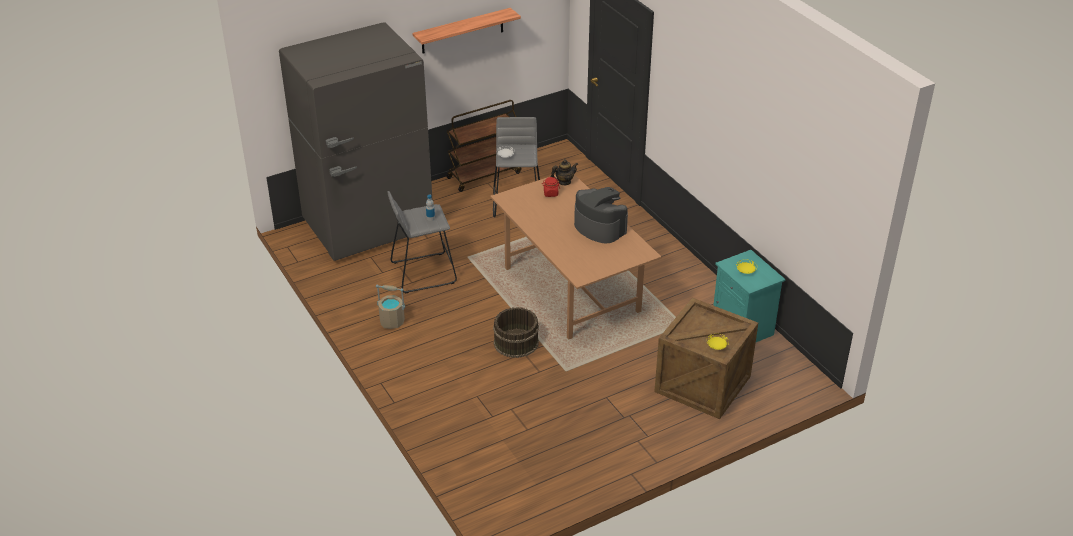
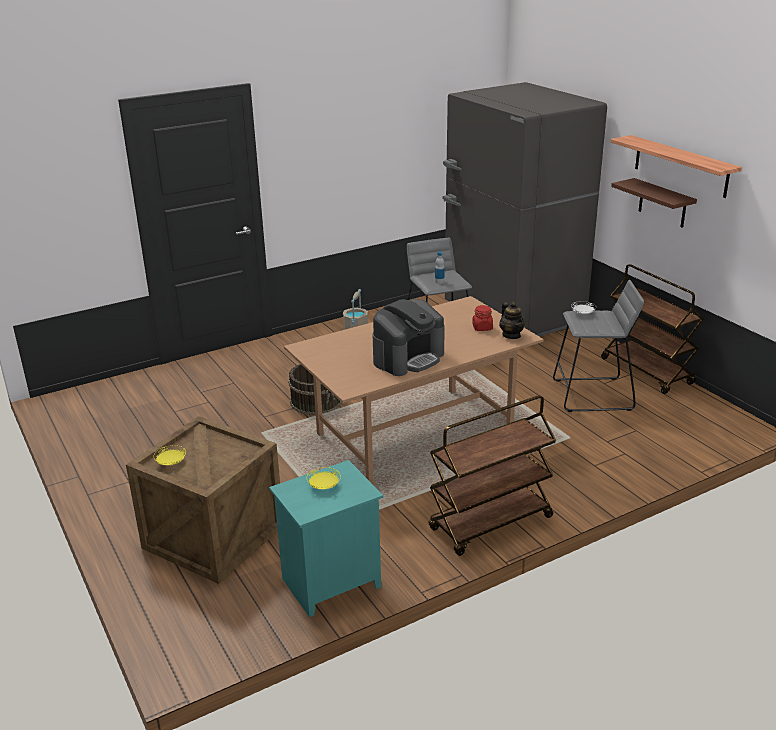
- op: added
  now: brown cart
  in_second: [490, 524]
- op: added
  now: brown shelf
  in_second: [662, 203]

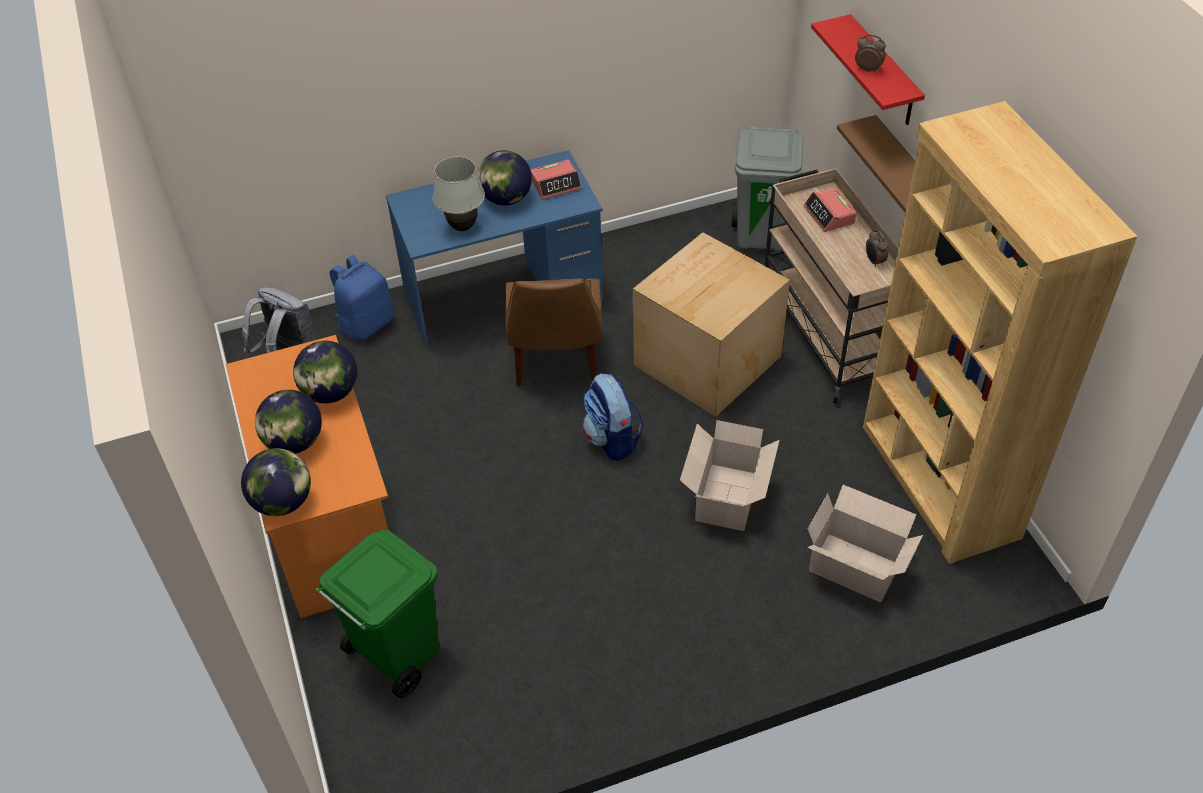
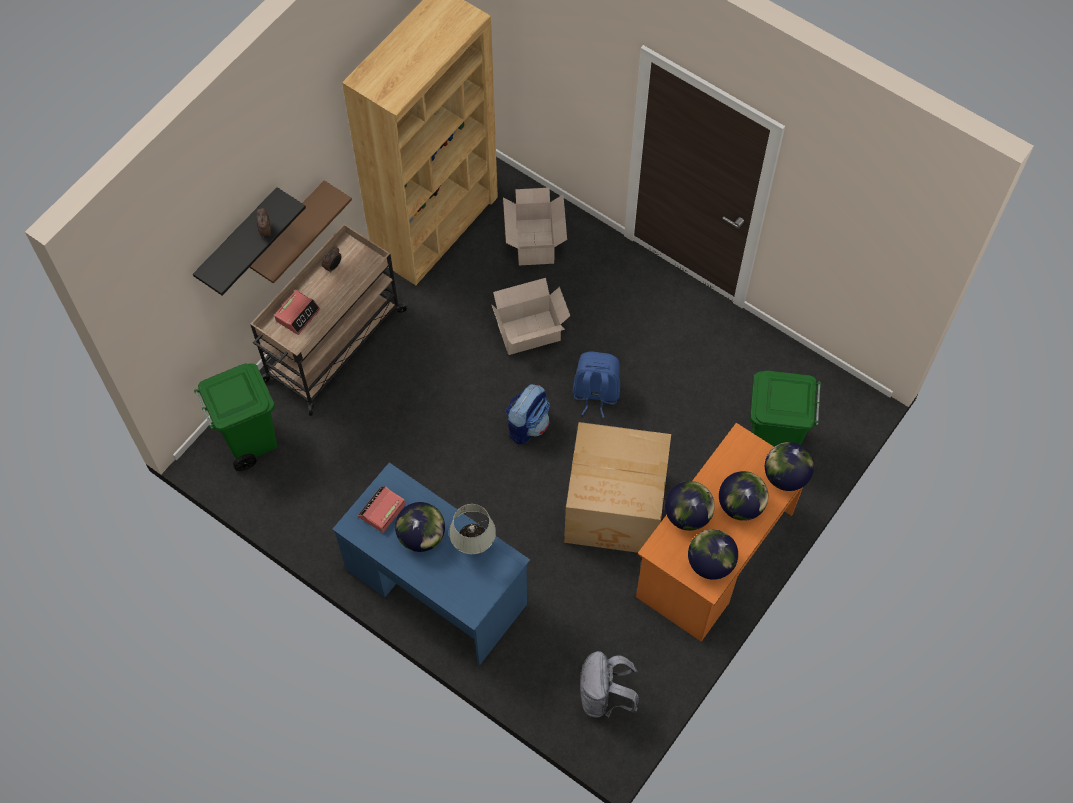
- op: removed
  was: brown chair
  in_first: [556, 362]
- op: added
  now: globe
  in_second: [710, 562]
- op: moved
  was: blue backpack
  in_first: [366, 324]
  in_second: [595, 394]
- op: moved
  was: cardboard box
  in_first: [704, 360]
  in_second: [616, 508]
- op: recoloured
  was: grey trash can
  now: green trash can
  in_first: [762, 235]
  in_second: [249, 439]
- op: recoloured
  was: red shelf
  now: black shelf
  in_first: [883, 73]
  in_second: [238, 240]
- op: turned
  was: alarm clock
  in_first: [556, 184]
  in_second: [381, 511]
  clockwise: -90

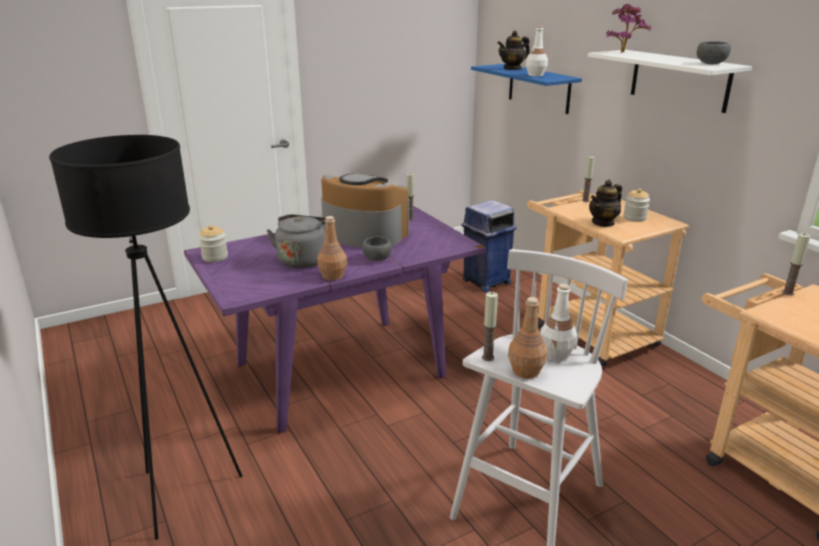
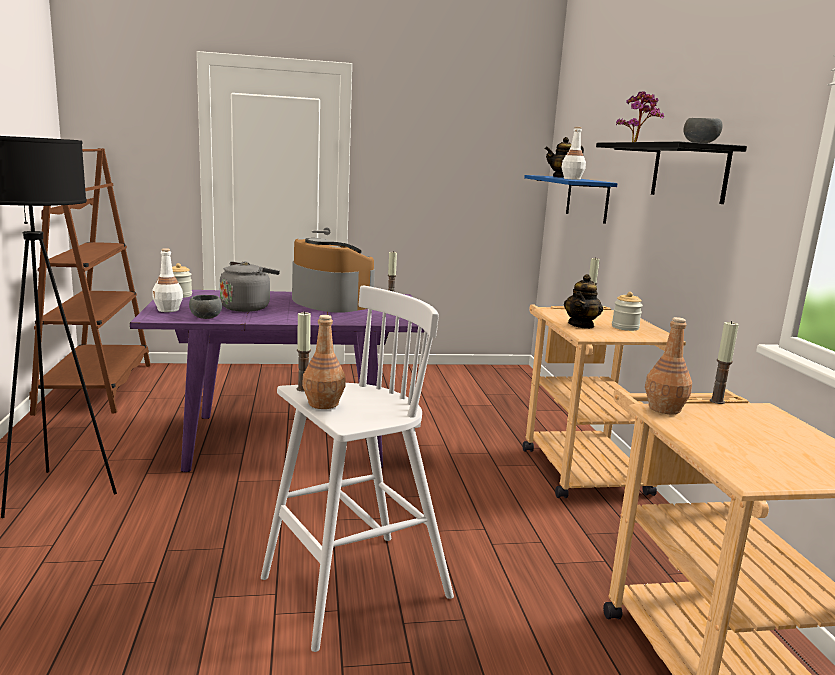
- op: removed
  was: blue trash can
  in_first: [485, 282]
- op: added
  now: brown bookcase
  in_second: [97, 388]
- op: moved
  was: brown bottle
  in_first: [333, 276]
  in_second: [664, 409]
- op: moved
  was: grey bowl
  in_first: [376, 259]
  in_second: [205, 317]
- op: moved
  was: white bottle
  in_first: [556, 354]
  in_second: [168, 310]
- op: recoloured
  was: white shelf
  now: black shelf
  in_first: [679, 80]
  in_second: [688, 172]
- op: turned
  was: teapot
  in_first: [603, 223]
  in_second: [581, 325]
  clockwise: -45

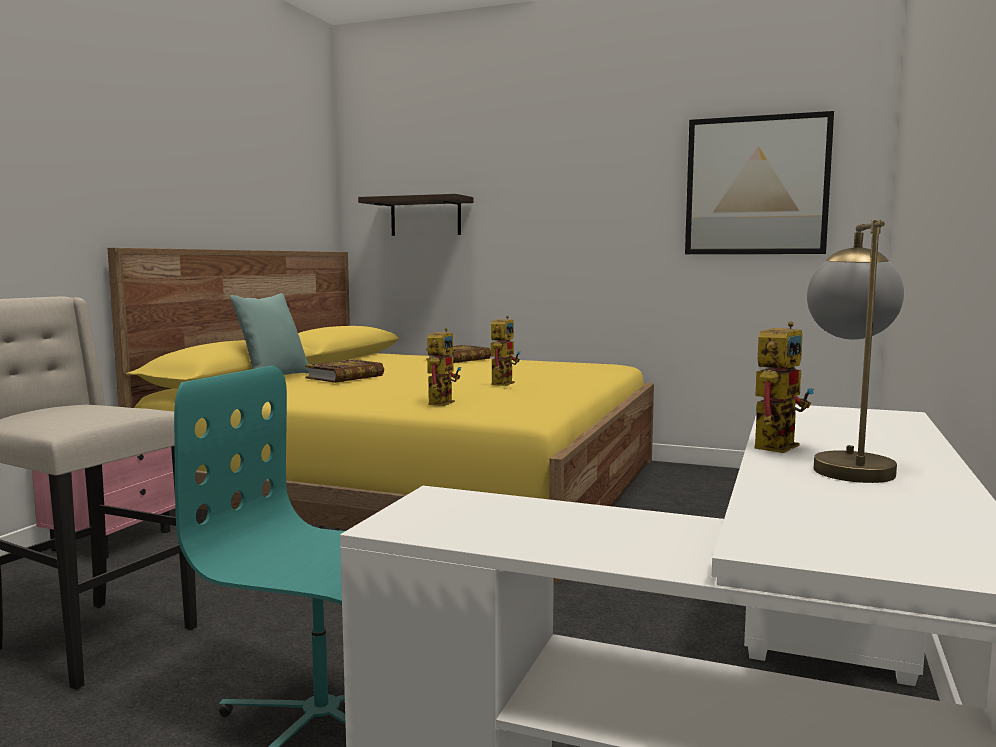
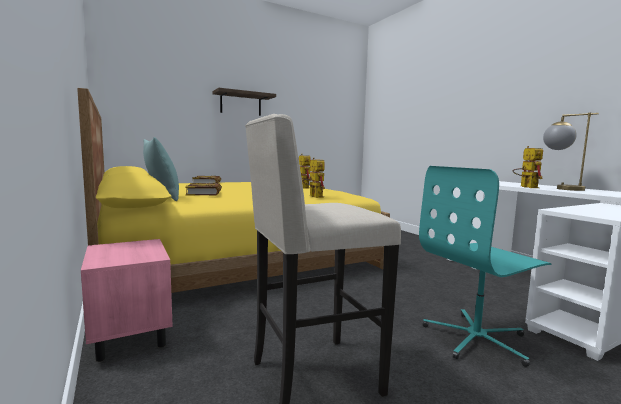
- op: removed
  was: picture
  in_first: [756, 186]
- op: moved
  was: shelf
  in_first: [425, 216]
  in_second: [241, 104]

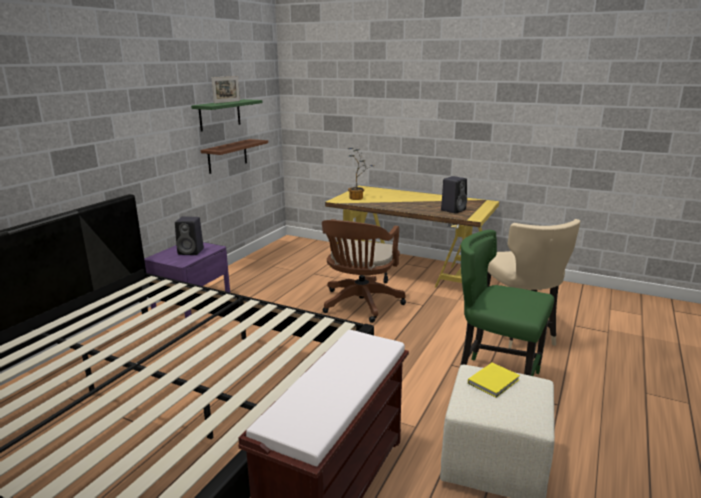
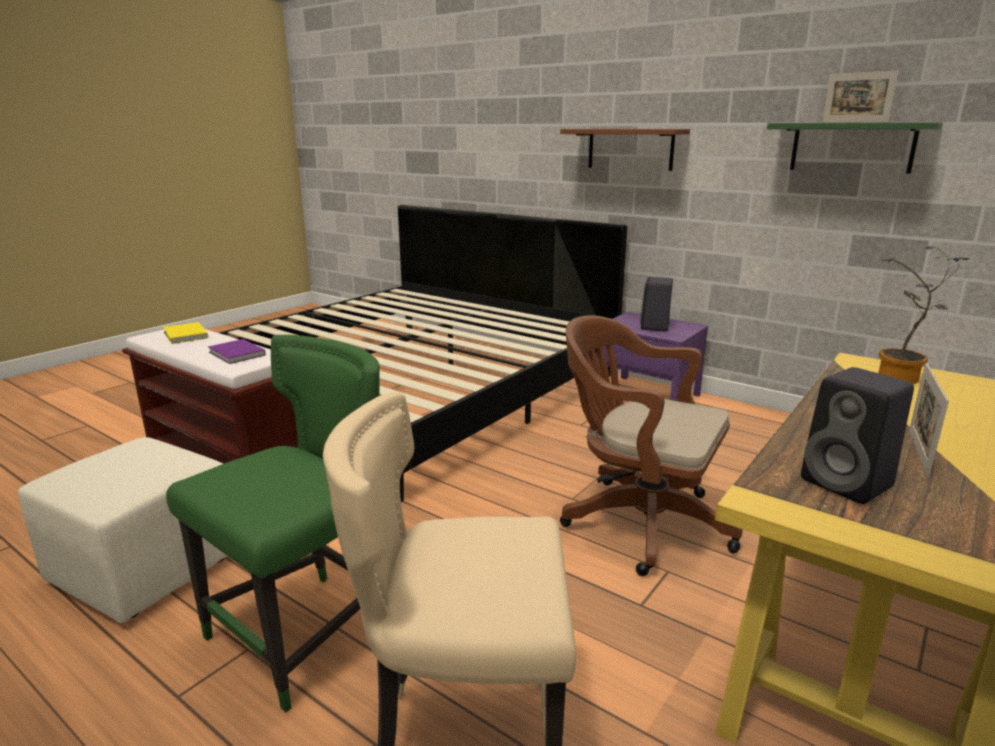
- op: added
  now: purple book
  in_second: [236, 354]
- op: added
  now: picture frame
  in_second: [918, 452]
- op: moved
  was: brown shelf
  in_first: [227, 156]
  in_second: [630, 149]
- op: moved
  was: yellow book
  in_first: [494, 381]
  in_second: [185, 335]

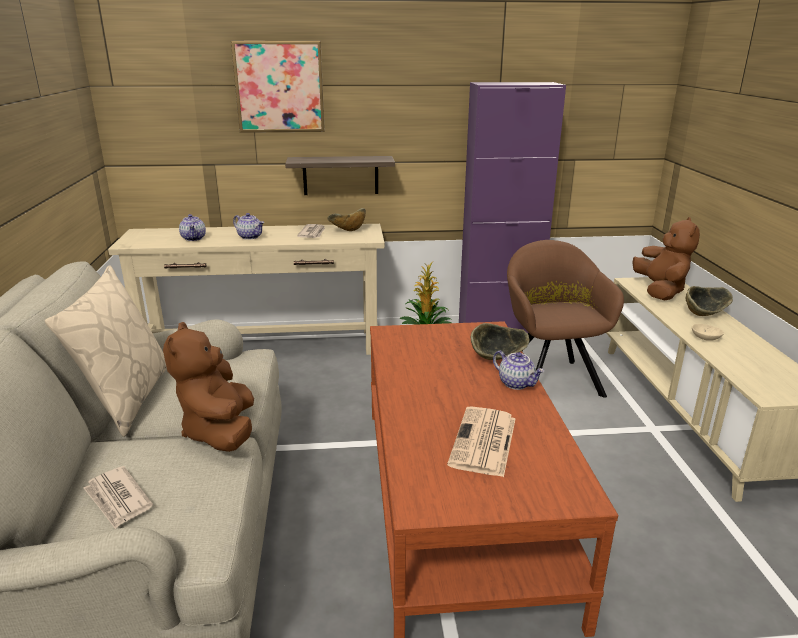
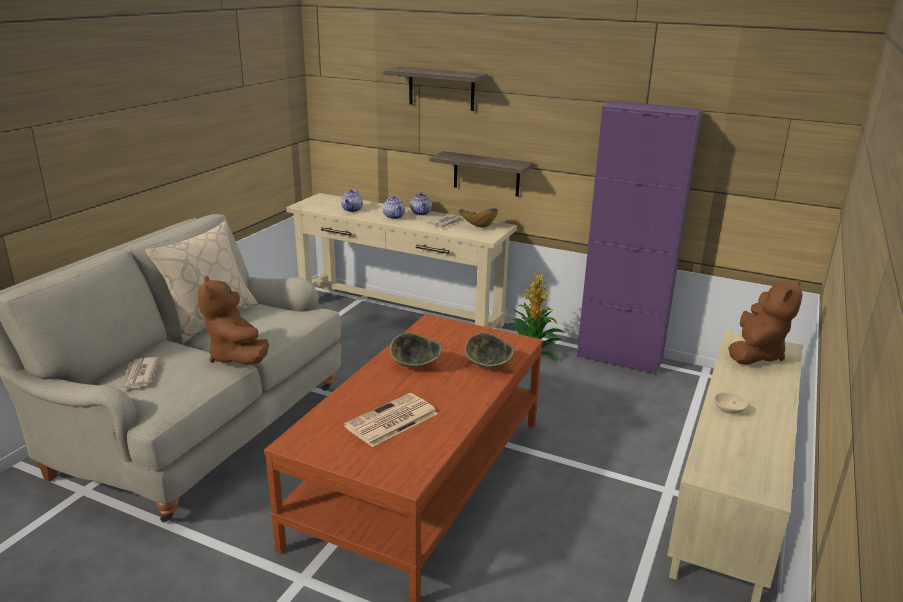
- op: removed
  was: brown armchair
  in_first: [549, 378]
- op: moved
  was: teapot
  in_first: [516, 383]
  in_second: [421, 213]
- op: moved
  was: bowl
  in_first: [704, 315]
  in_second: [415, 366]
- op: replaced
  was: picture
  now: shelf
  in_first: [279, 87]
  in_second: [441, 88]
- op: turned
  was: brown plush toy
  in_first: [220, 432]
  in_second: [237, 357]
  clockwise: -45

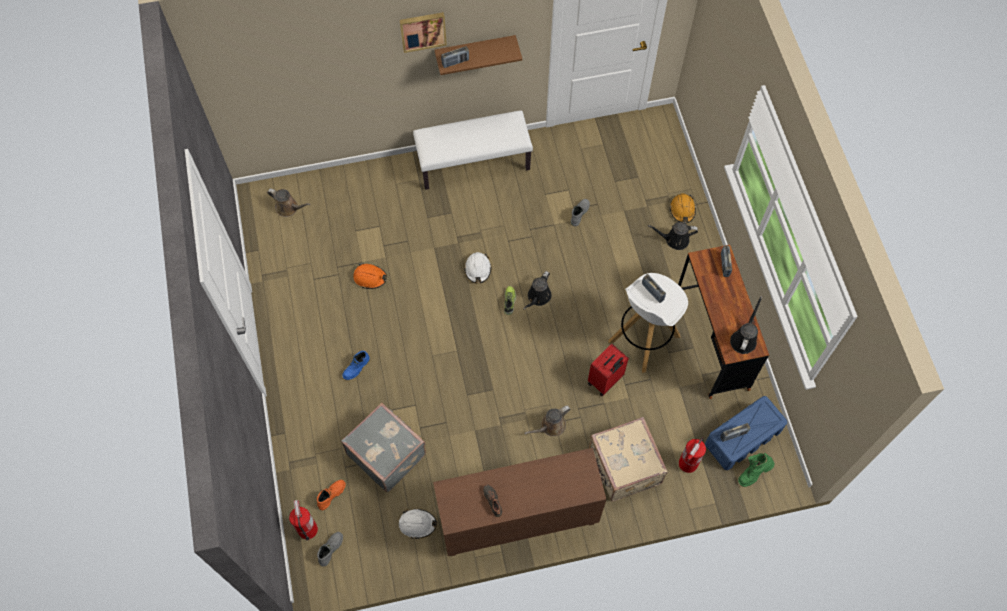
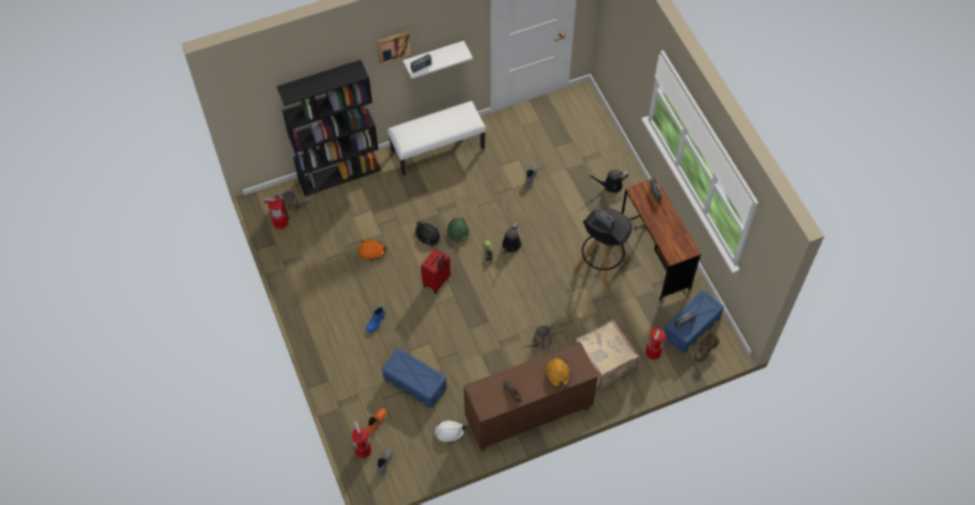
- op: removed
  was: black watering can
  in_first: [744, 339]
- op: added
  now: fire extinguisher
  in_second: [280, 223]
- op: added
  now: black bookcase
  in_second: [339, 174]
- op: added
  now: black hard hat
  in_second: [427, 235]
- op: moved
  was: red suitcase
  in_first: [605, 381]
  in_second: [437, 282]
- op: moved
  was: orange hard hat
  in_first: [682, 210]
  in_second: [557, 374]
- op: replaced
  was: grey suitcase
  now: blue storage box
  in_first: [387, 453]
  in_second: [414, 383]
- op: recoloured
  was: brown shelf
  now: white shelf
  in_first: [475, 51]
  in_second: [433, 57]
- op: recoloured
  was: white hard hat
  now: green hard hat
  in_first: [478, 269]
  in_second: [458, 231]
- op: recoloured
  was: white stool
  now: black stool
  in_first: [643, 339]
  in_second: [600, 265]
- op: recoloured
  was: green boot
  now: brown boot
  in_first: [753, 473]
  in_second: [704, 351]

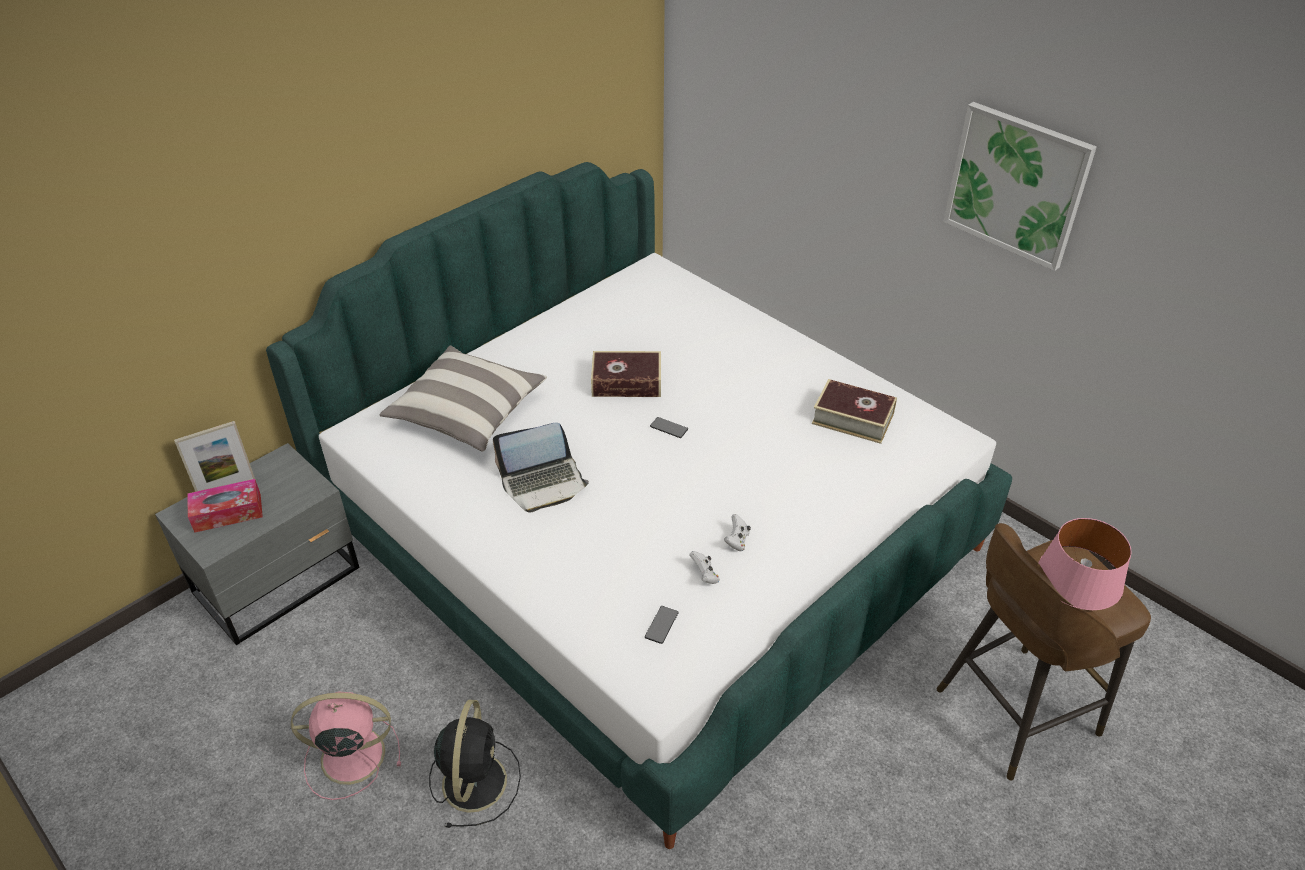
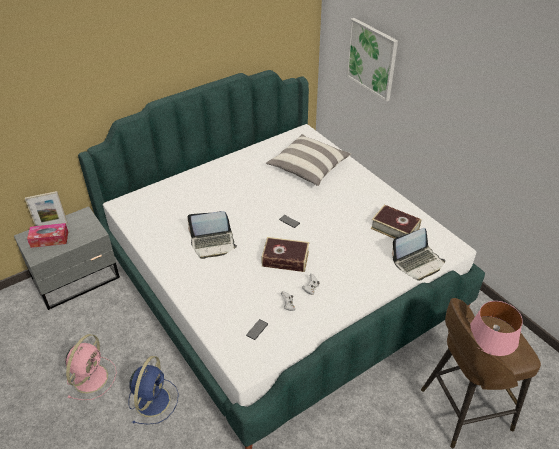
- op: added
  now: laptop
  in_second: [418, 263]
- op: moved
  was: pillow
  in_first: [467, 412]
  in_second: [308, 168]
- op: moved
  was: book
  in_first: [626, 382]
  in_second: [285, 259]
- op: moved
  was: picture
  in_first: [1016, 185]
  in_second: [371, 59]
- op: recoloured
  was: black fan
  now: blue fan
  in_first: [475, 779]
  in_second: [153, 399]
- op: turned
  was: pink fan
  in_first: [350, 756]
  in_second: [91, 377]
  clockwise: 105

